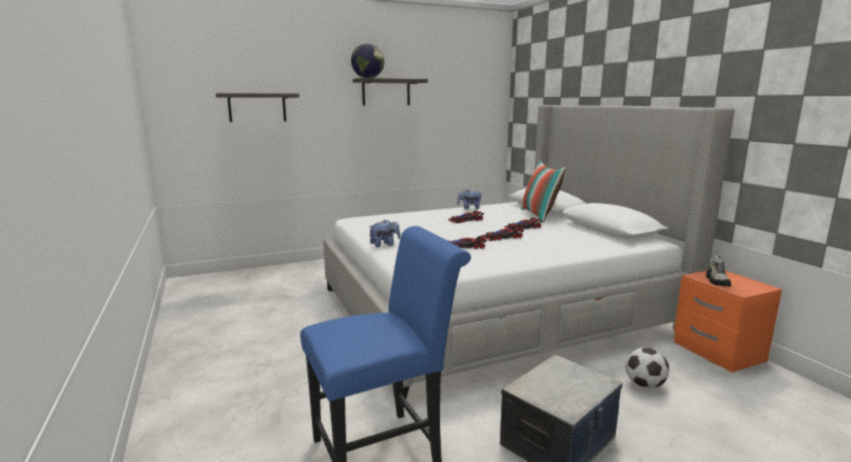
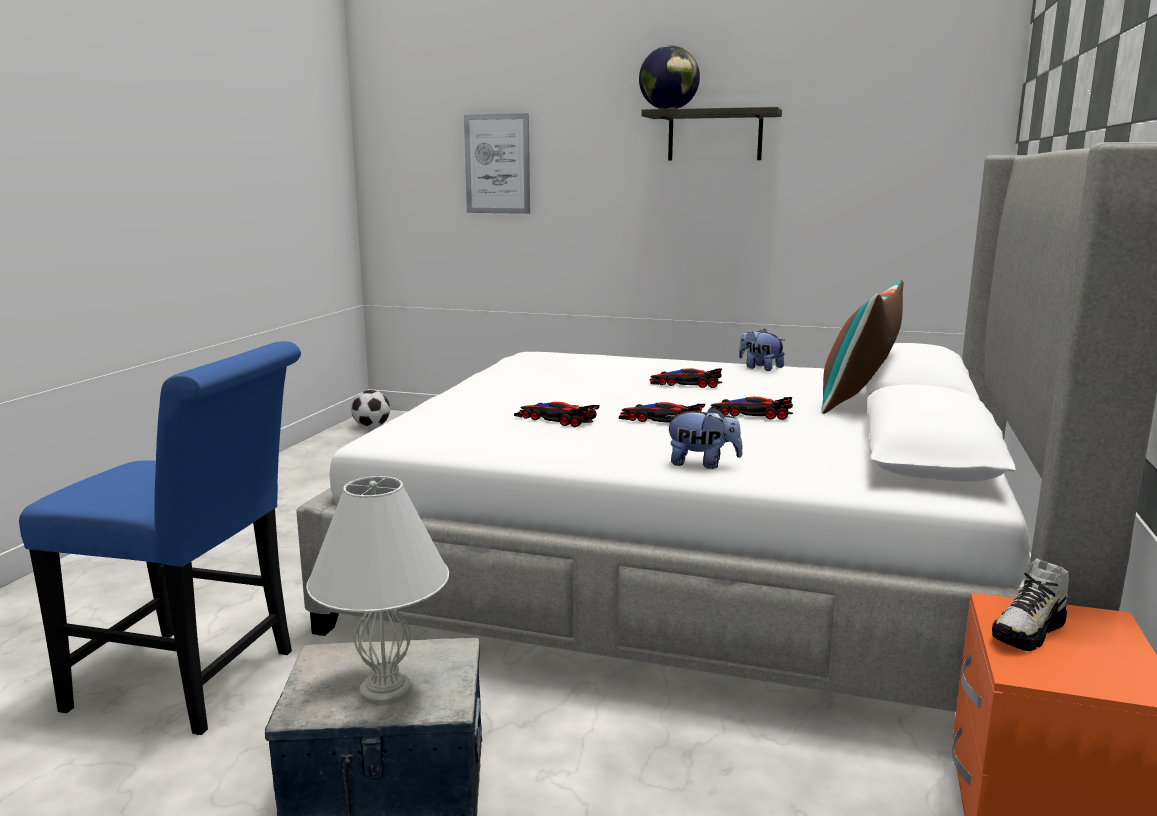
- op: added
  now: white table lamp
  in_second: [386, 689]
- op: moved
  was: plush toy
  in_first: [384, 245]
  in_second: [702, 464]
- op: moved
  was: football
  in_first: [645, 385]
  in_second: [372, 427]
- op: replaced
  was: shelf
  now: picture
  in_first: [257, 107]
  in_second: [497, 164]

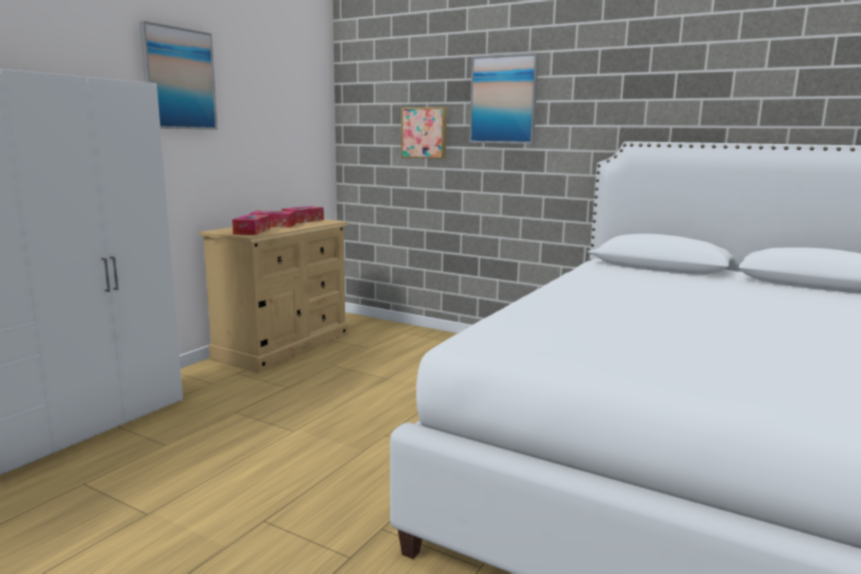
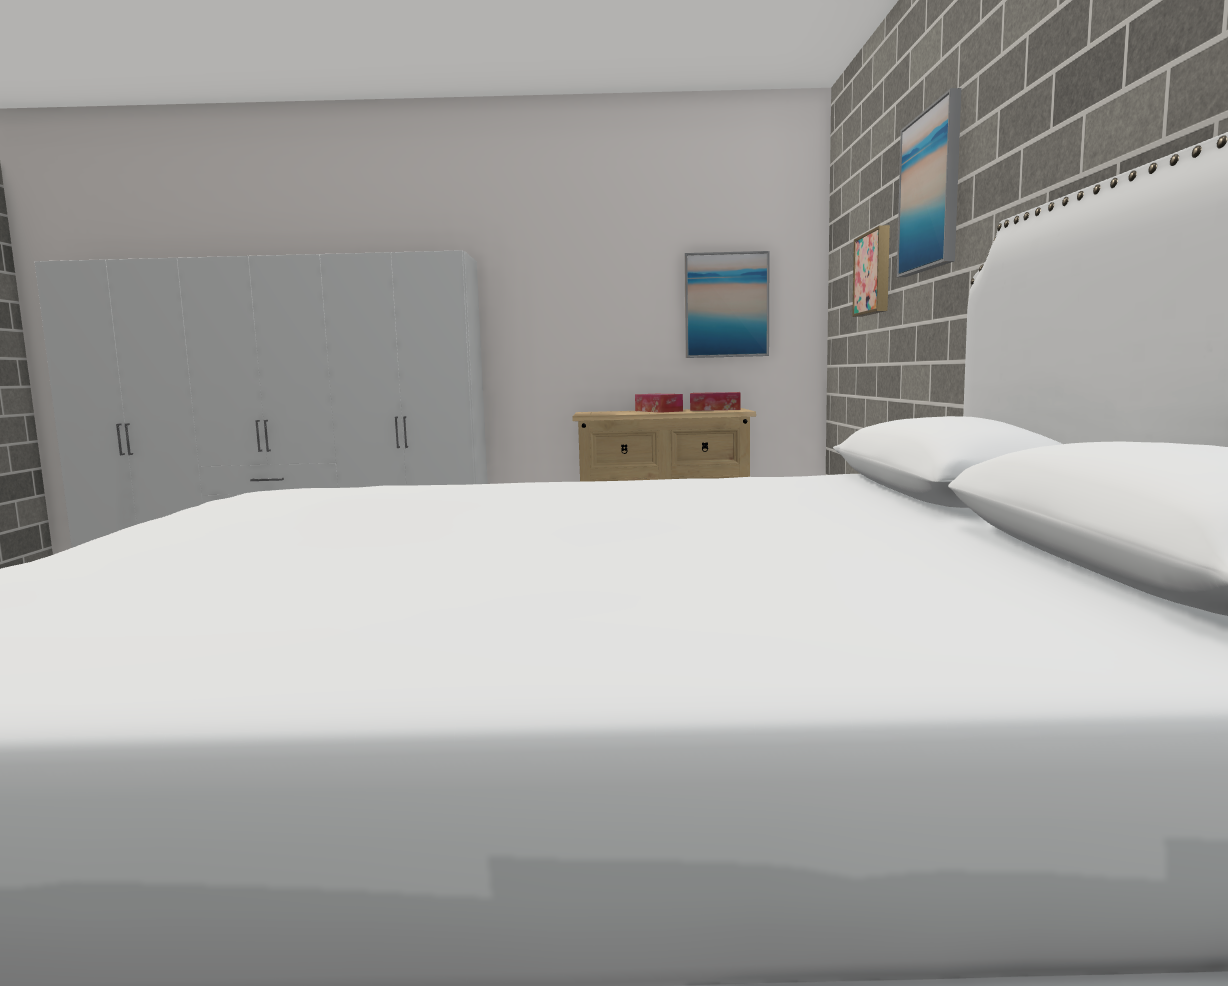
- op: removed
  was: tissue box
  in_first: [252, 231]
- op: moved
  was: picture
  in_first: [178, 79]
  in_second: [726, 305]

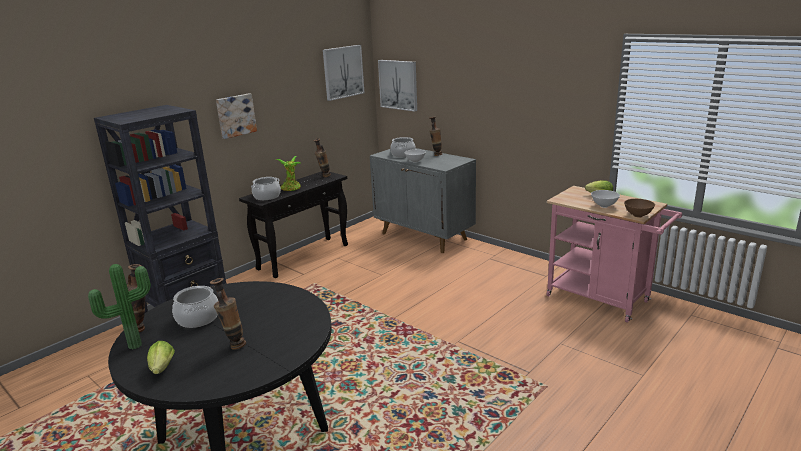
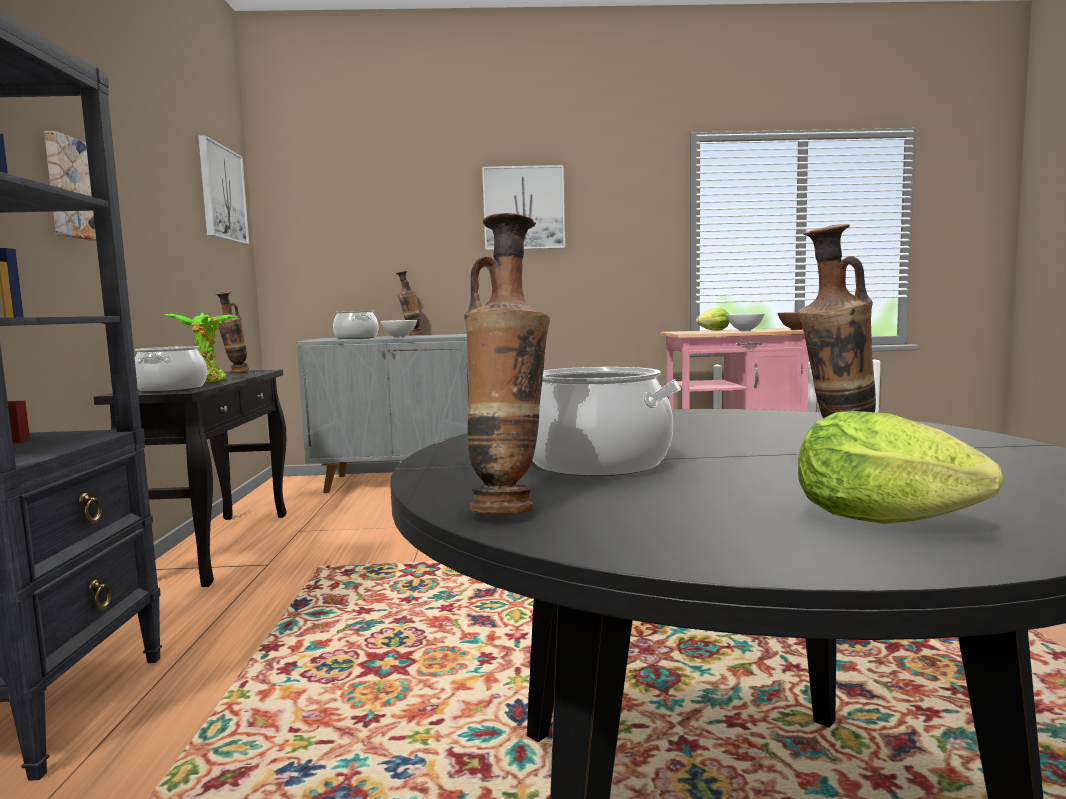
- op: removed
  was: potted plant
  in_first: [134, 344]
- op: moved
  was: picture
  in_first: [398, 85]
  in_second: [524, 208]

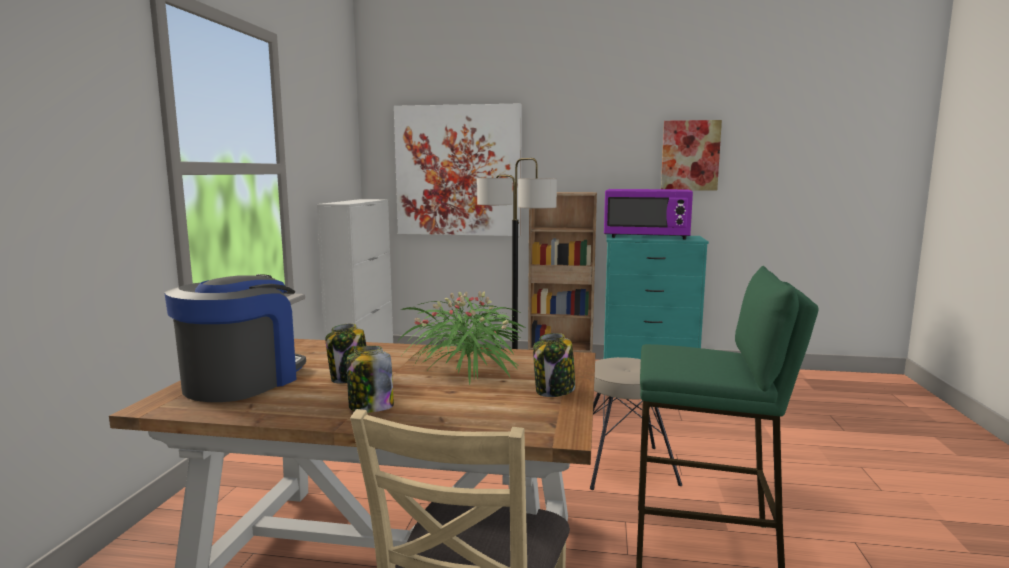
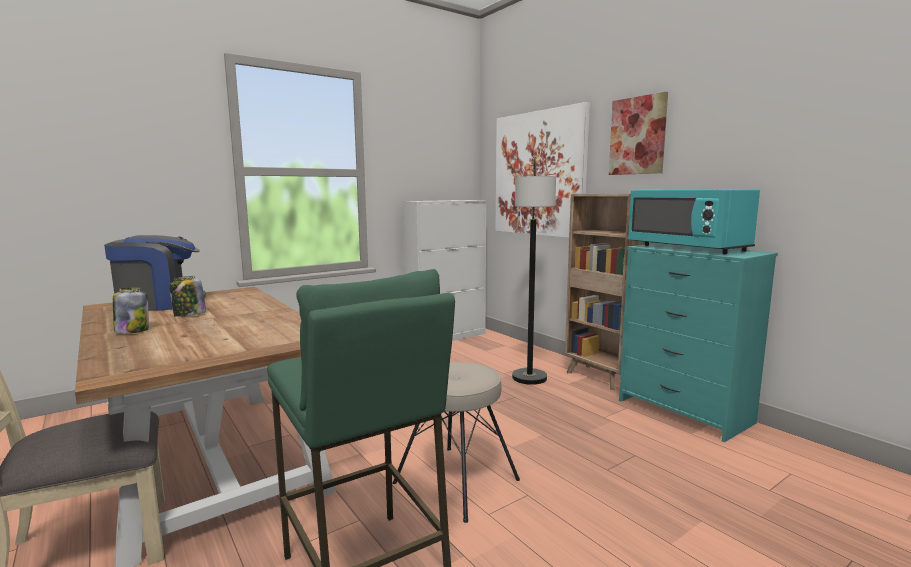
- op: removed
  was: potted plant
  in_first: [467, 368]
- op: removed
  was: jar
  in_first: [554, 391]
- op: moved
  was: picture
  in_first: [690, 155]
  in_second: [637, 136]
- op: recoloured
  was: purple microwave
  now: turquoise microwave
  in_first: [646, 237]
  in_second: [688, 248]

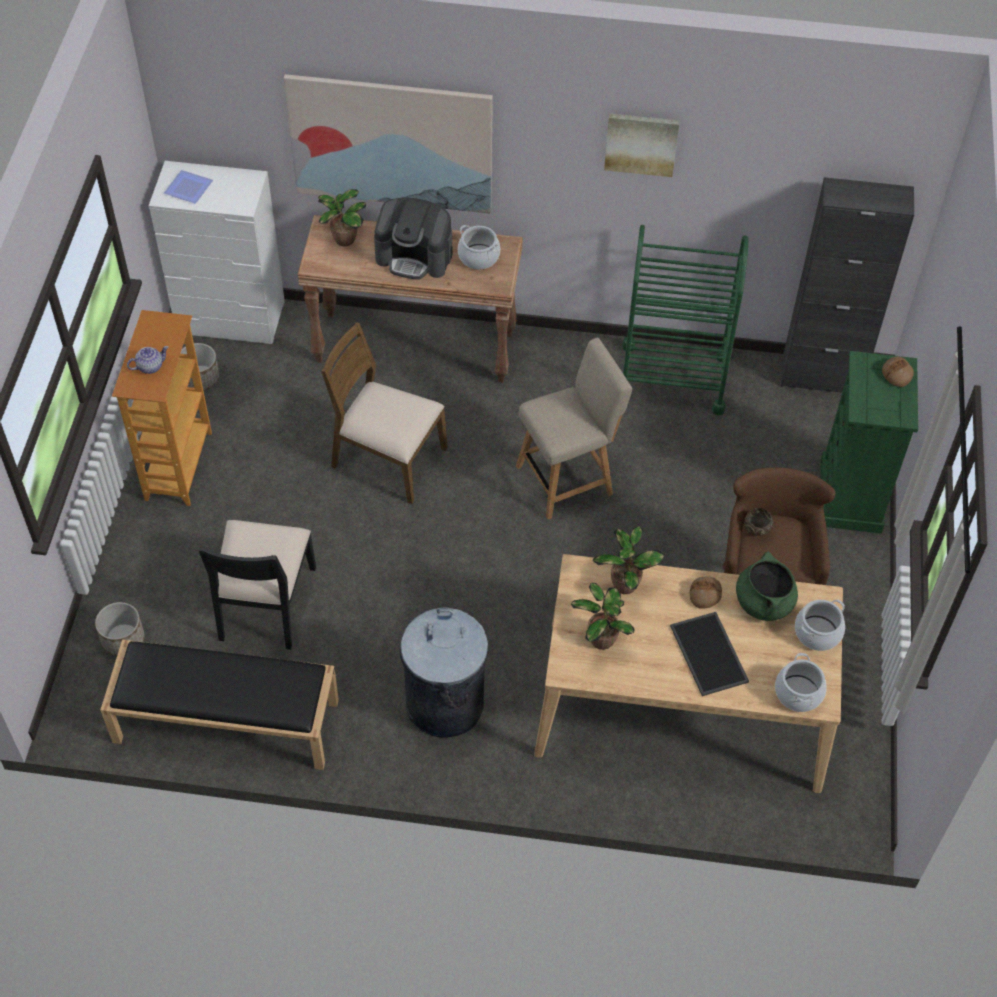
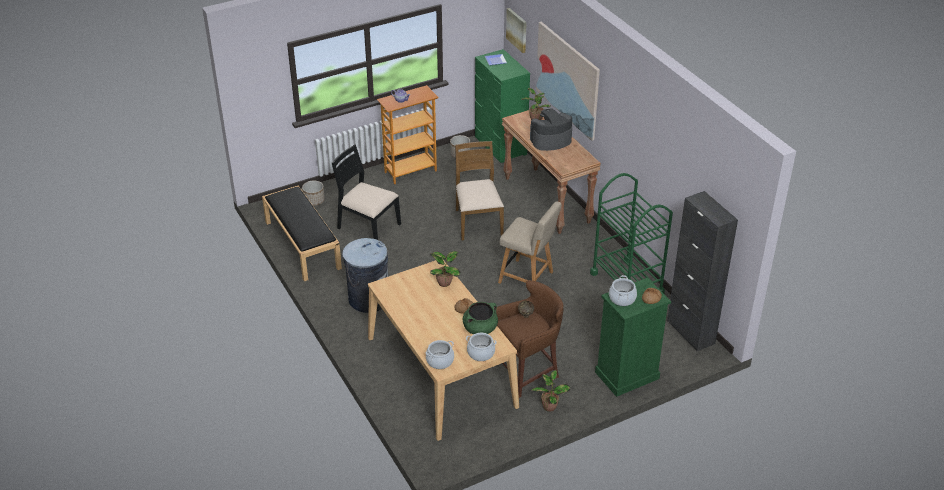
- op: removed
  was: tray
  in_first: [710, 654]
- op: moved
  was: cooking pot
  in_first: [478, 257]
  in_second: [622, 298]
- op: moved
  was: potted plant
  in_first: [600, 638]
  in_second: [549, 406]
- op: moved
  was: picture
  in_first: [641, 143]
  in_second: [517, 30]
- op: recoloured
  was: white dresser
  now: green dresser
  in_first: [231, 318]
  in_second: [500, 146]
- op: turned
  was: black chair
  in_first: [265, 603]
  in_second: [368, 226]
  clockwise: 60
- op: turned
  was: coffee machine
  in_first: [415, 256]
  in_second: [550, 140]
  clockwise: 90

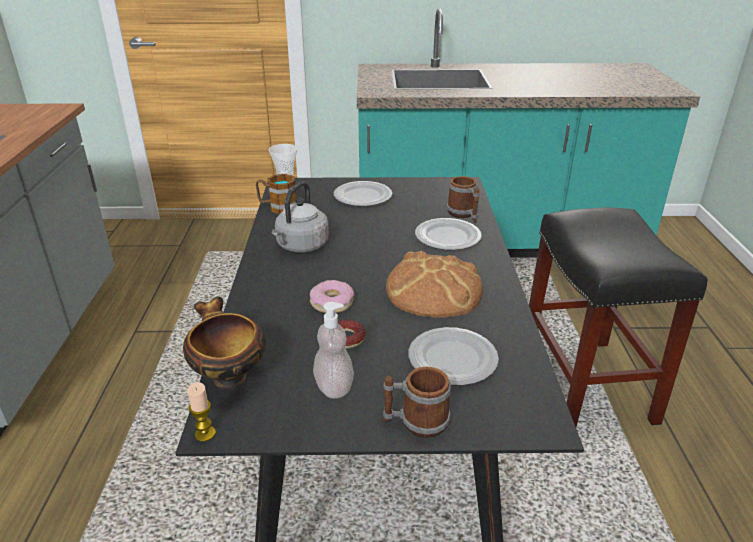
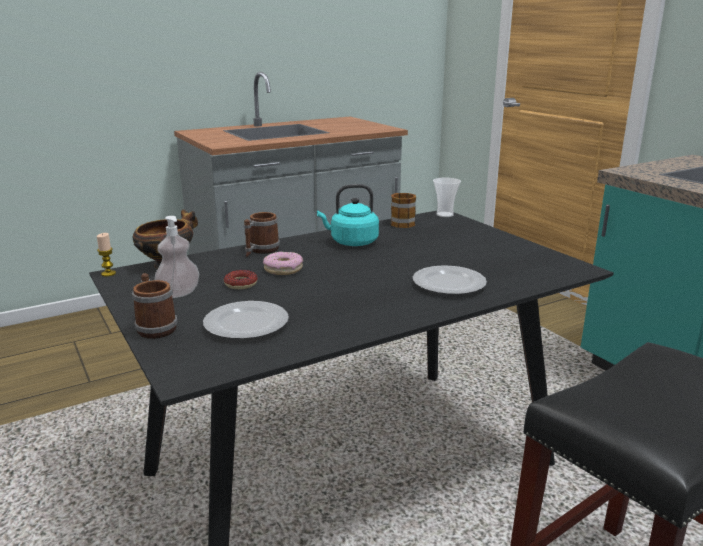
- op: removed
  was: plate
  in_first: [362, 197]
- op: removed
  was: bread
  in_first: [433, 290]
- op: moved
  was: mug
  in_first: [464, 215]
  in_second: [260, 251]
- op: recoloured
  was: grey kettle
  now: turquoise kettle
  in_first: [301, 246]
  in_second: [351, 242]

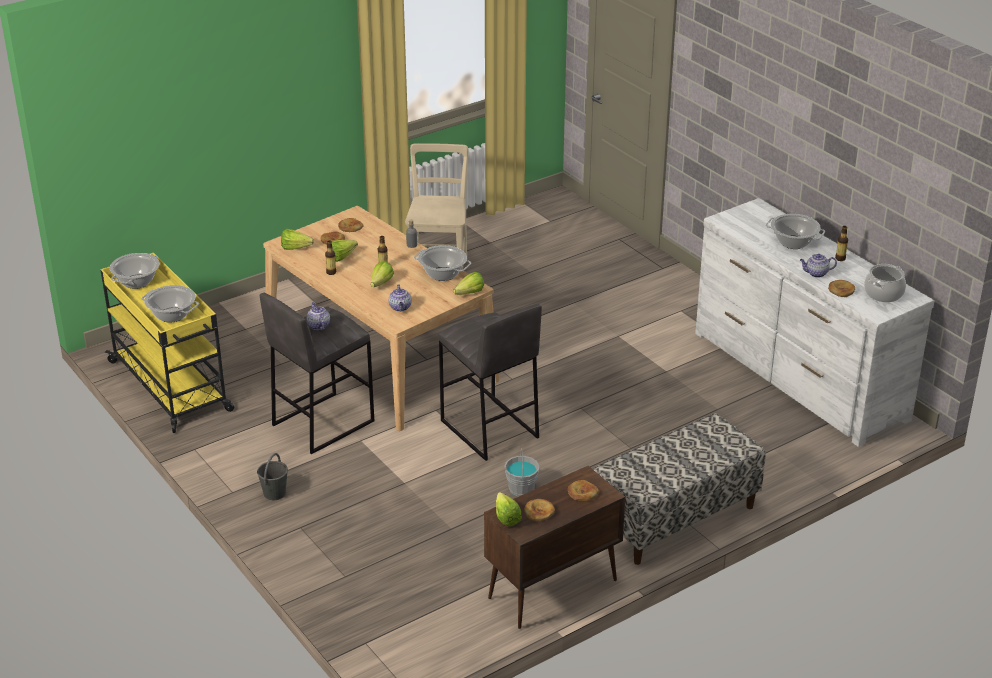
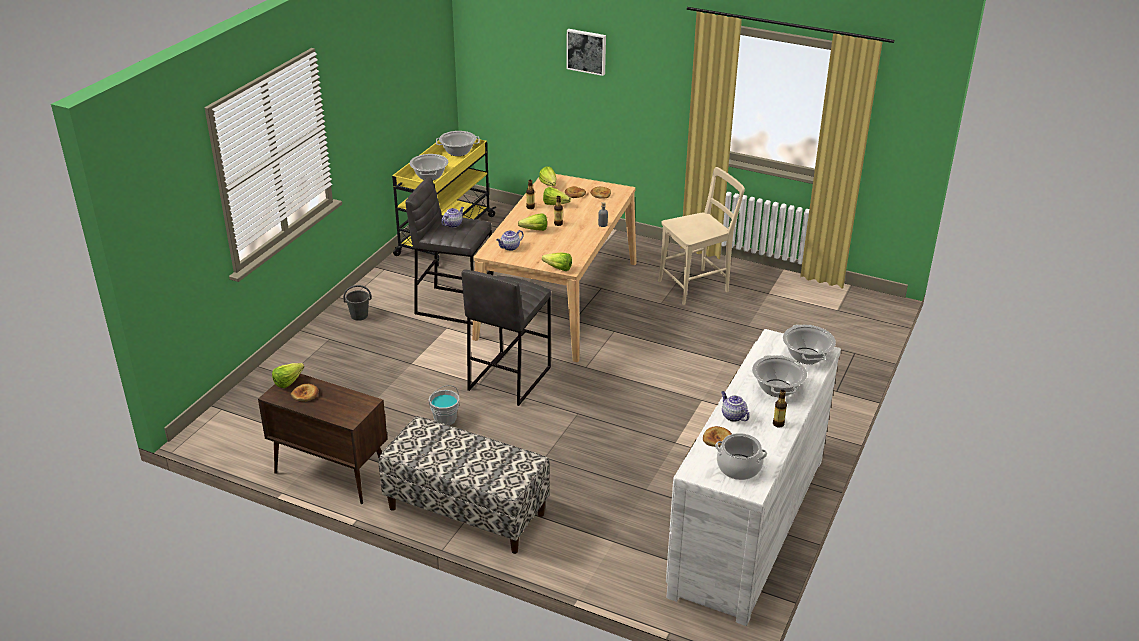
- op: removed
  was: bread
  in_first: [582, 493]
- op: added
  now: picture
  in_second: [587, 51]
- op: moved
  was: cooking pot
  in_first: [442, 274]
  in_second: [806, 356]

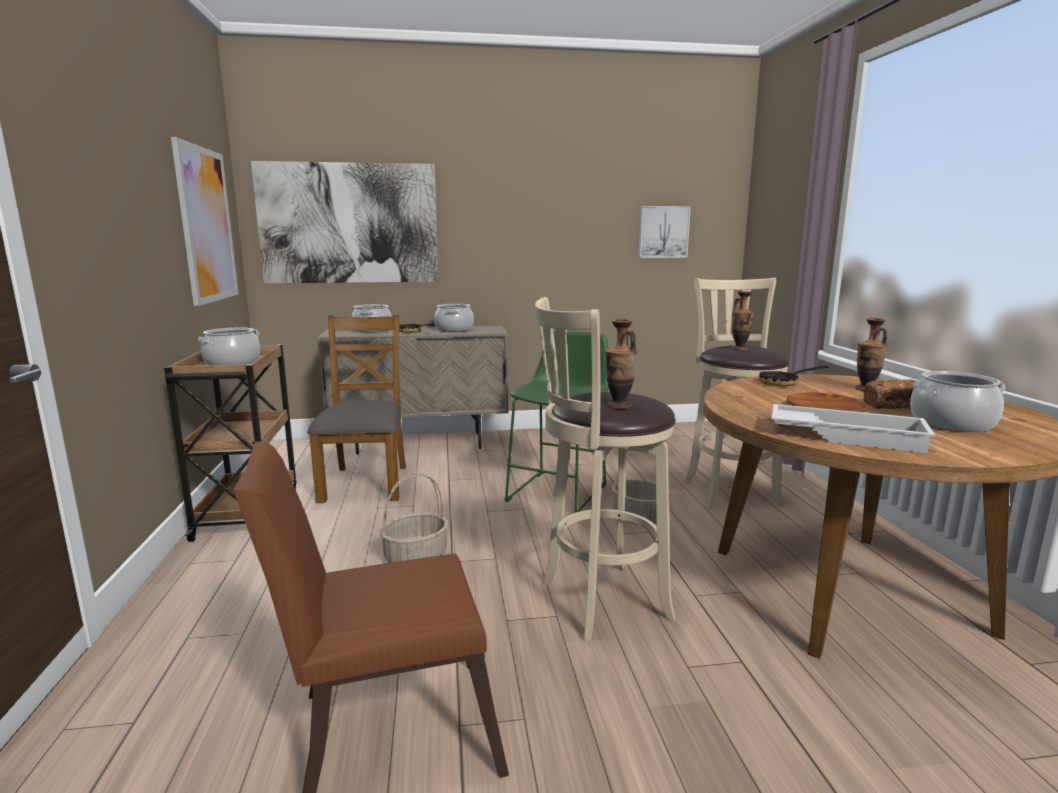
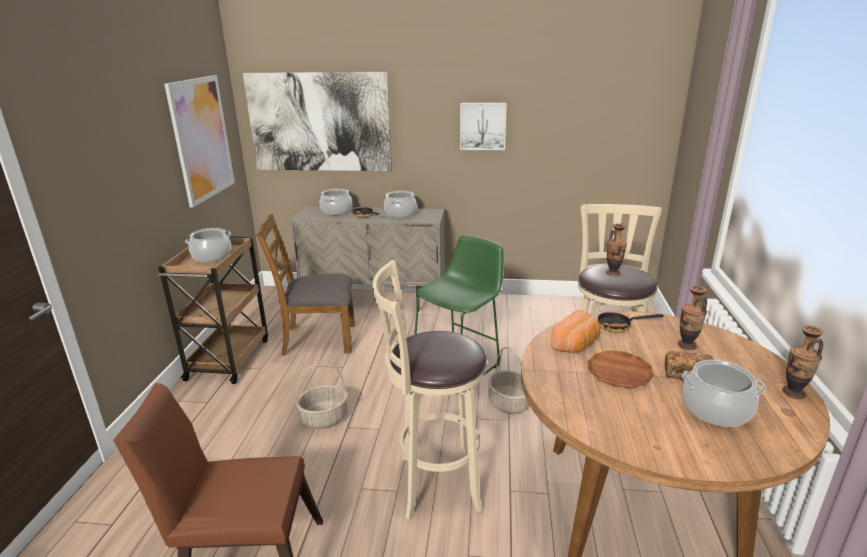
- op: removed
  was: white tray
  in_first: [846, 436]
- op: added
  now: bread
  in_second: [576, 345]
- op: moved
  was: vase
  in_first: [619, 406]
  in_second: [793, 393]
- op: moved
  was: picture
  in_first: [663, 232]
  in_second: [483, 126]
- op: turned
  was: brown chair
  in_first: [366, 483]
  in_second: [318, 339]
  clockwise: -105

